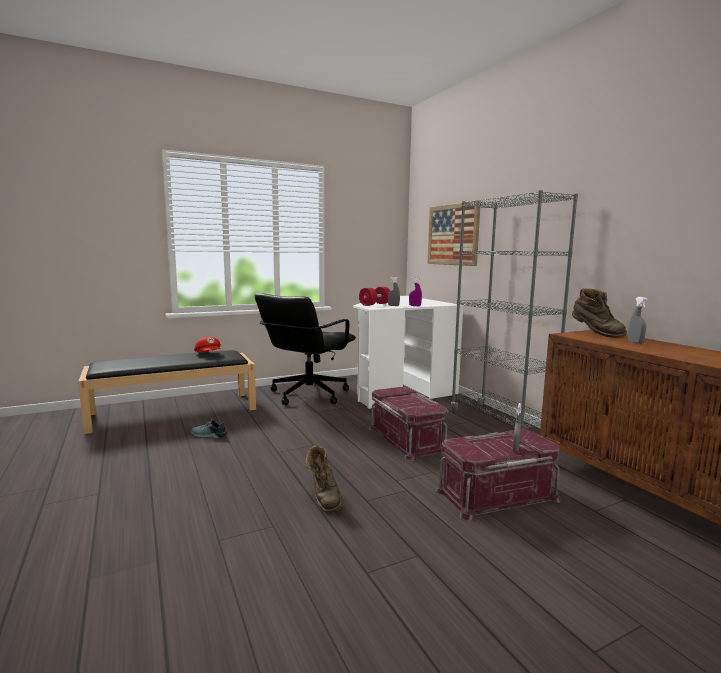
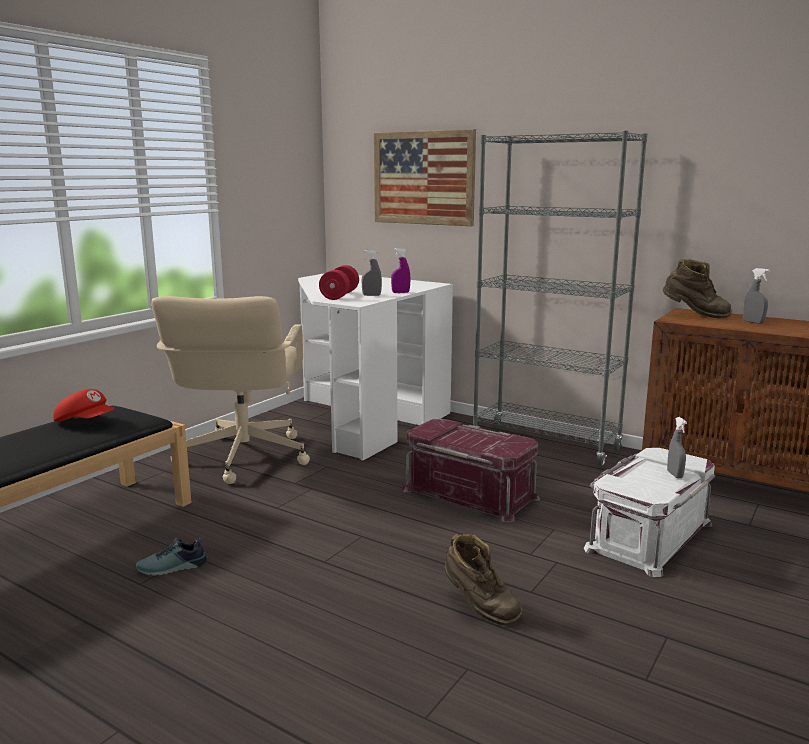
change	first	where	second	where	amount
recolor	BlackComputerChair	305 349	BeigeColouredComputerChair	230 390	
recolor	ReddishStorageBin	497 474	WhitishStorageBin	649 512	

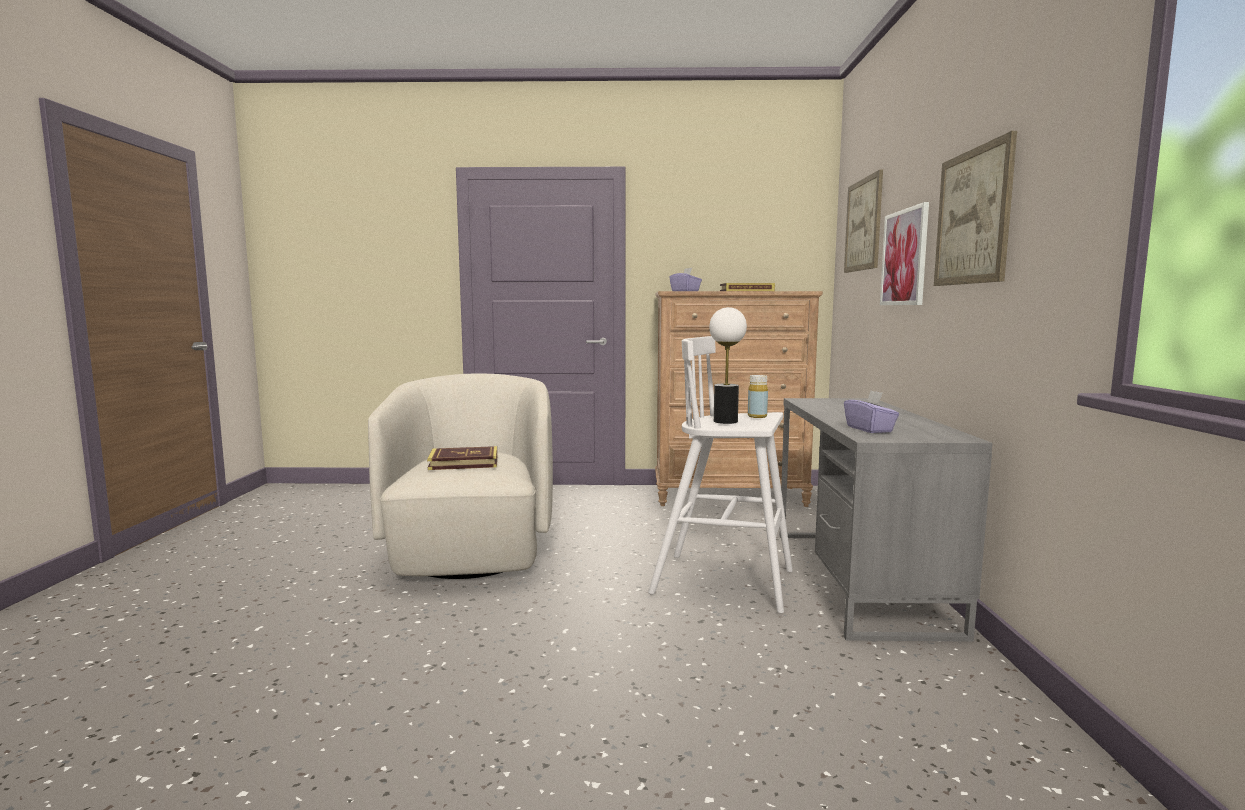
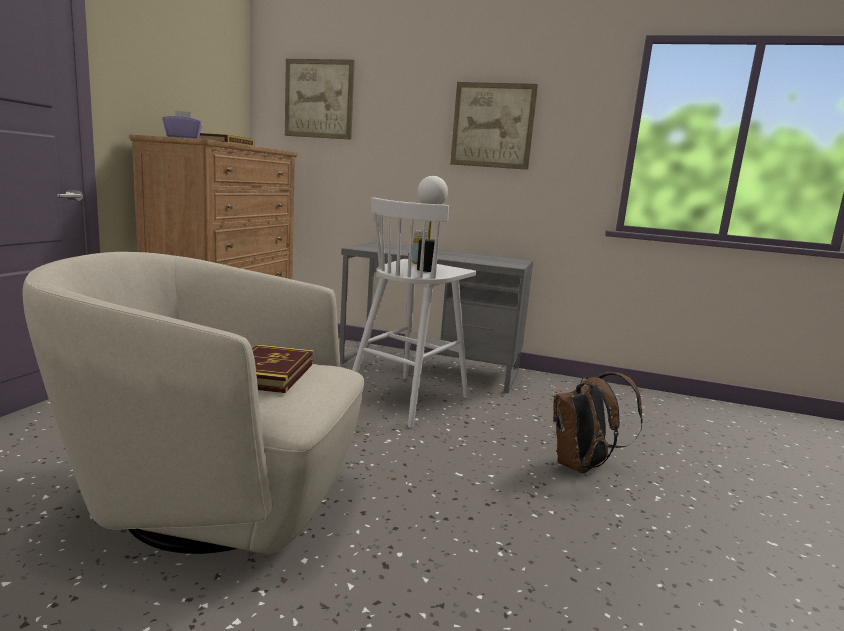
change	first	where	second	where	amount
delete	PurpleColouredBoxOfTissues	871 411			
delete	WallPicture	904 253			
insert			BrownColouredKnapsack	598 422	

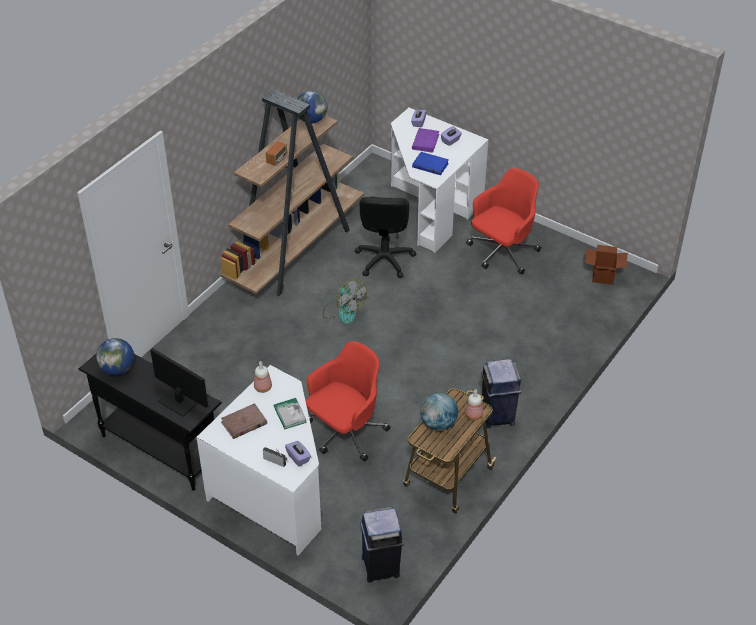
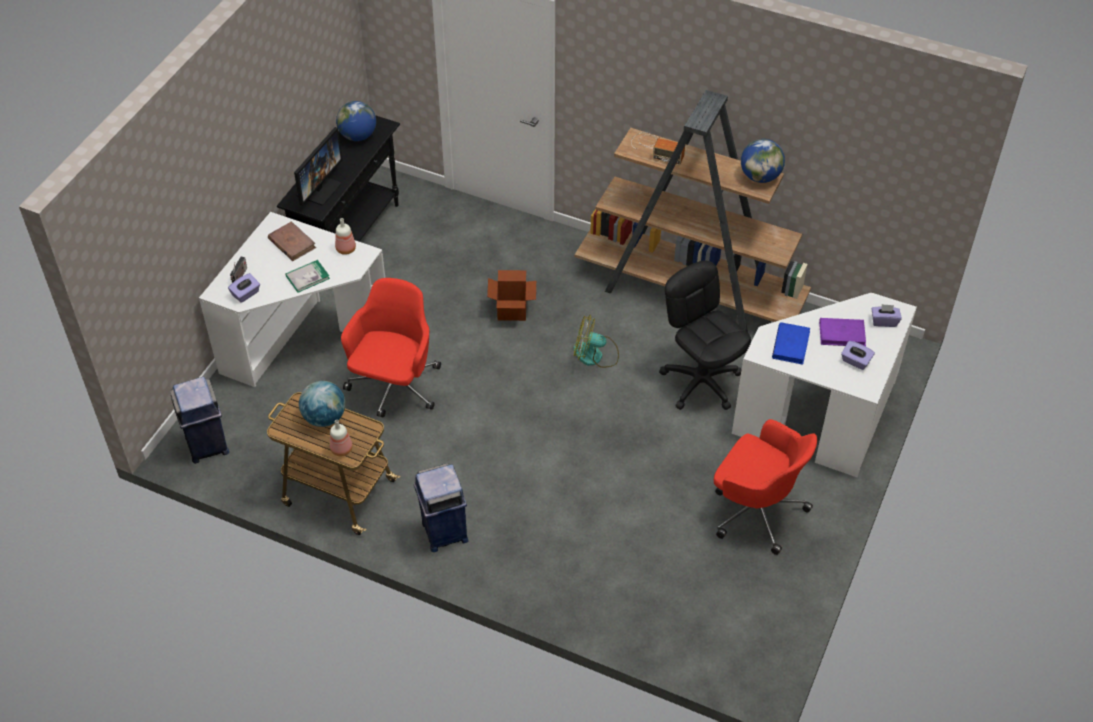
change	first	where	second	where	amount
move	PackingBox	606 265		511 295	
rotate	ReddishComputerChair	348 401		391 348	105 degrees counterclockwise
rotate	Fan	345 301		596 341	60 degrees clockwise
rotate	BlackComputerChair	385 237		705 335	60 degrees clockwise

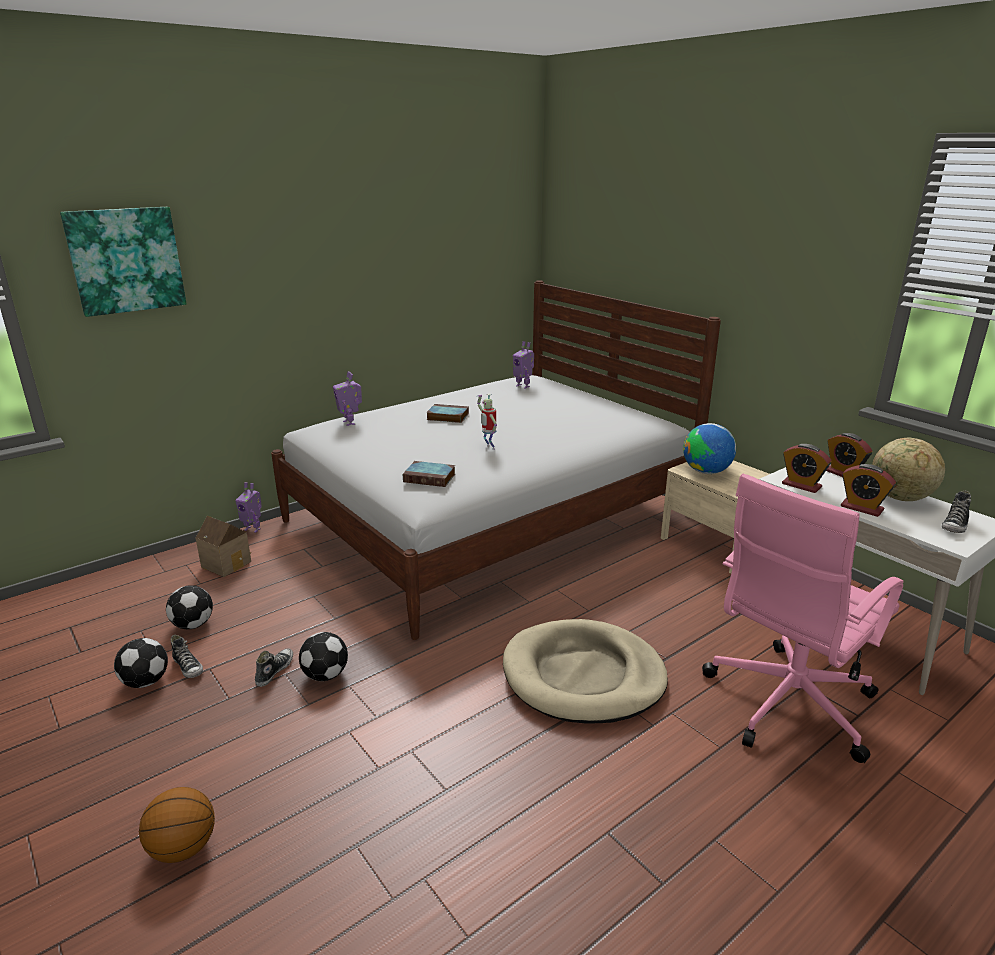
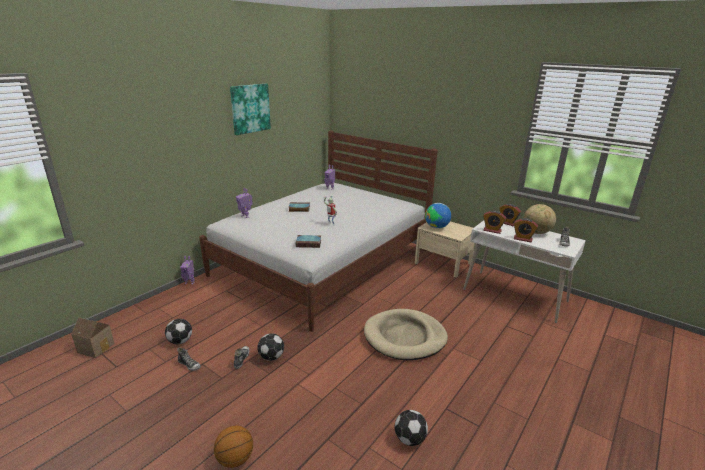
change	first	where	second	where	amount
delete	PinkComputerChair	803 618			
move	WallPicture	123 262		250 109	
move	BallForFootball	141 663		411 428	
move	ToyHouse	223 546		93 338	

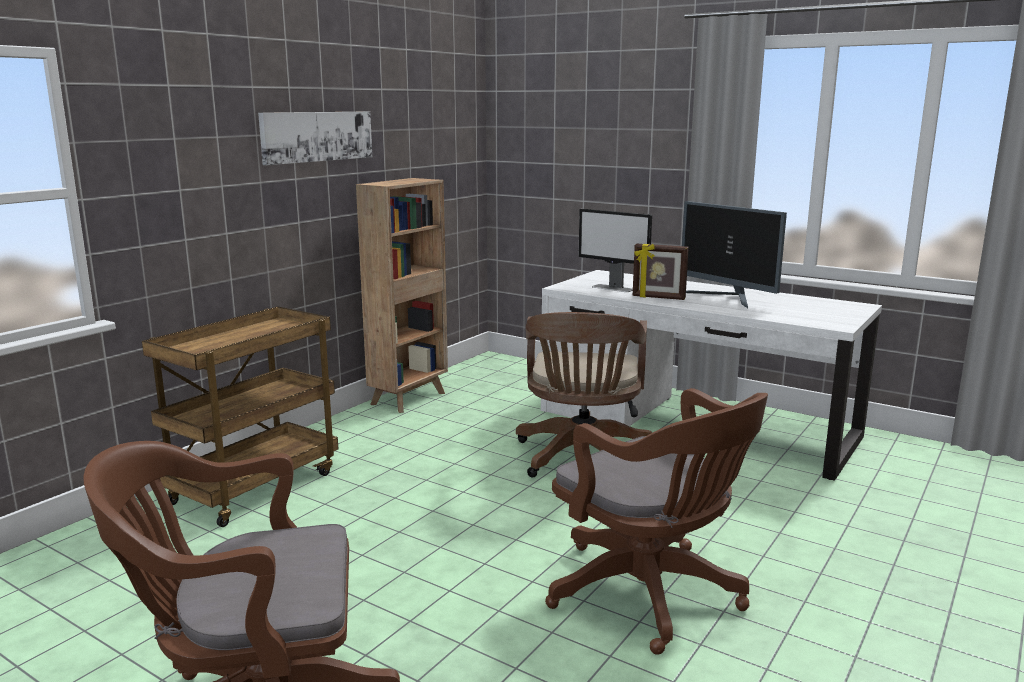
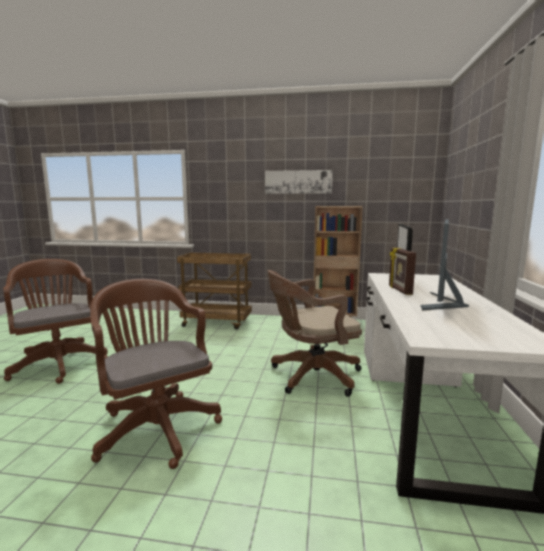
change	first	where	second	where	amount
rotate	BrownColouredComputerChair	656 521		156 374	120 degrees clockwise

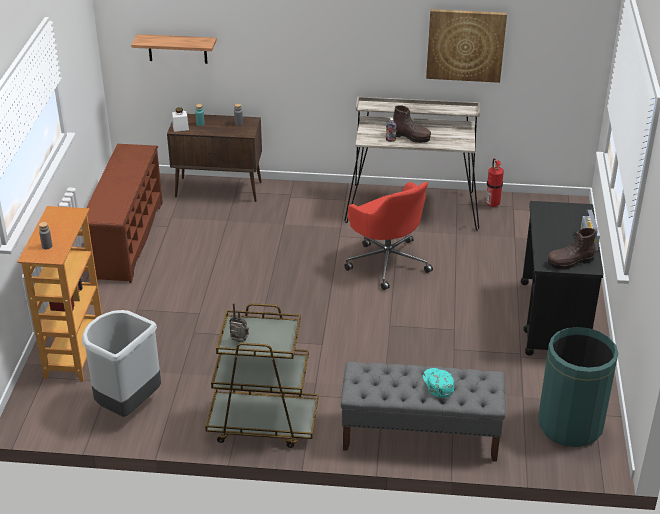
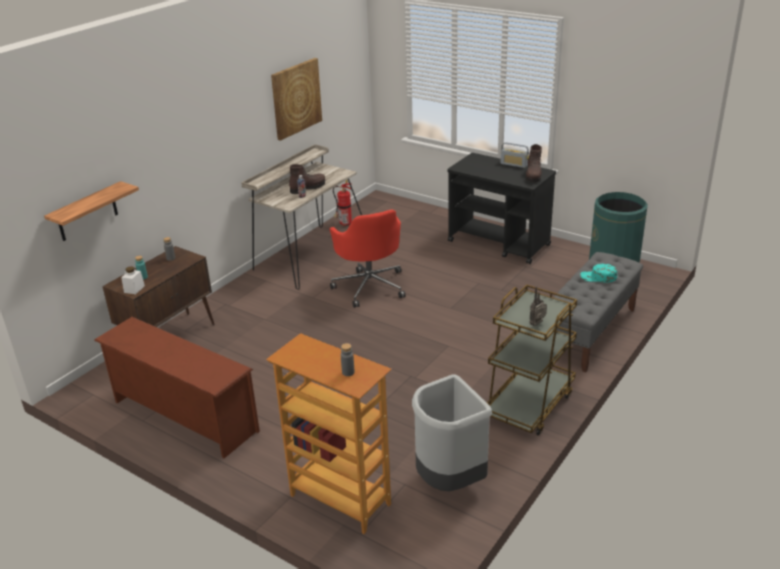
change	first	where	second	where	amount
rotate	ReddishComputerChair	388 236		367 258	75 degrees clockwise

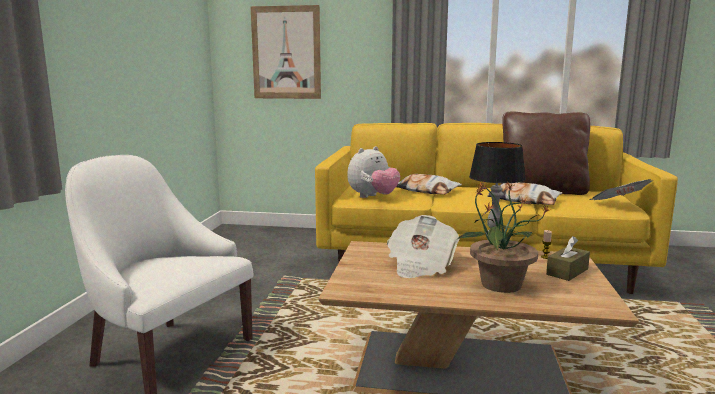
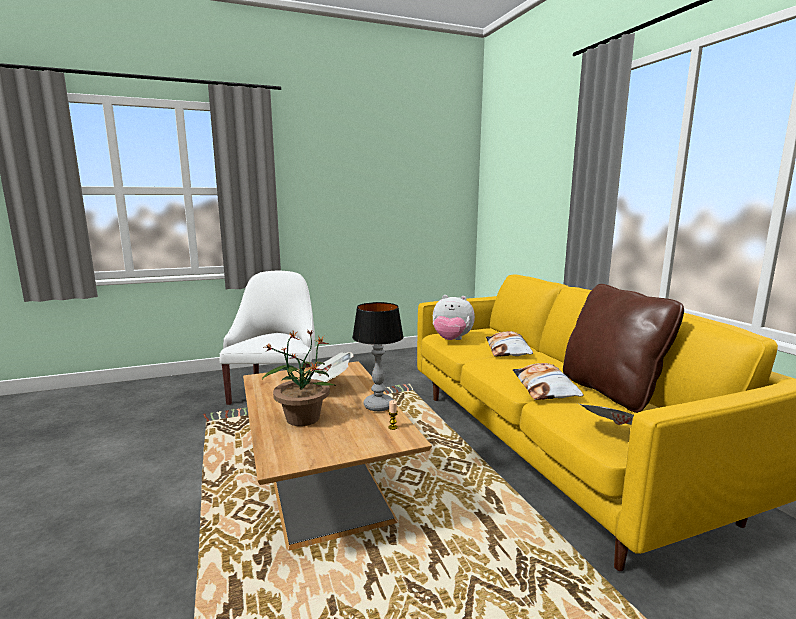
change	first	where	second	where	amount
delete	WallPicture	285 52			
delete	BrownColouredBoxOfTissues	568 258			

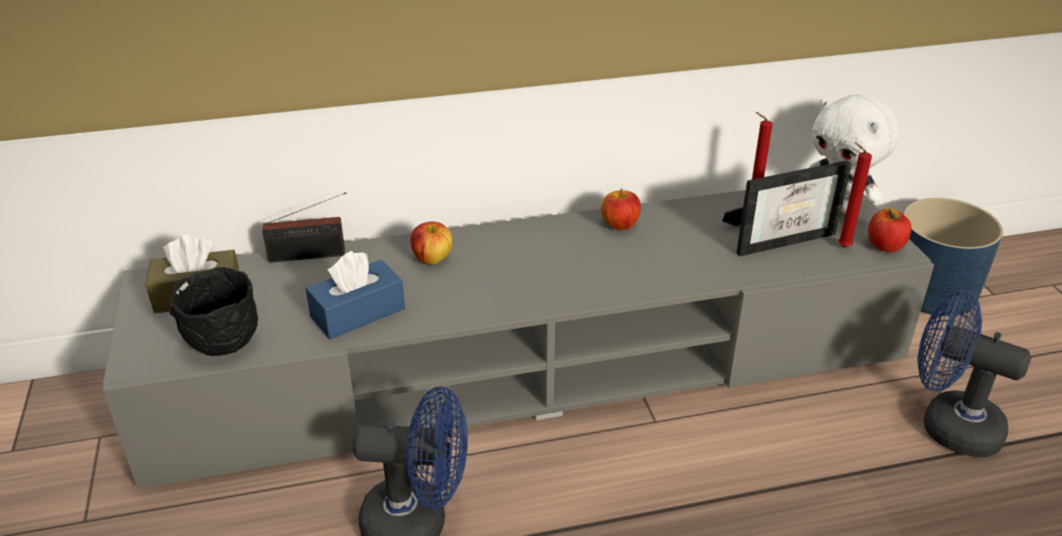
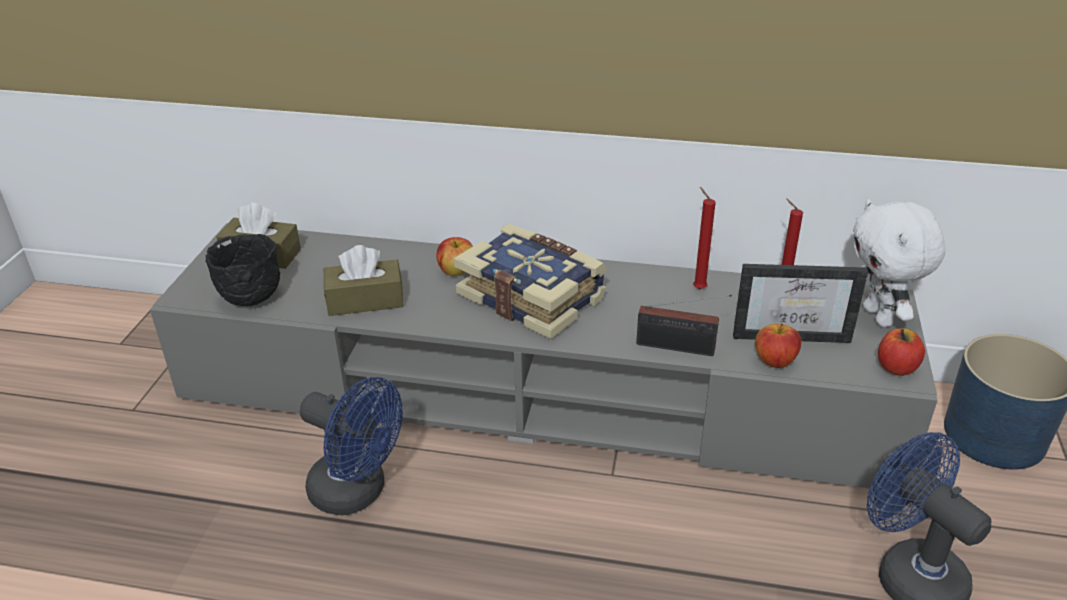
change	first	where	second	where	amount
insert			BoundBook	530 281	
move	RadioSet	304 227		684 325	
move	Apple	621 209		778 345	
move	ReddishWaxLight	855 195		704 238	
recolor	BluishBoxOfTissues	355 295	BrownColouredBoxOfTissues	364 280	

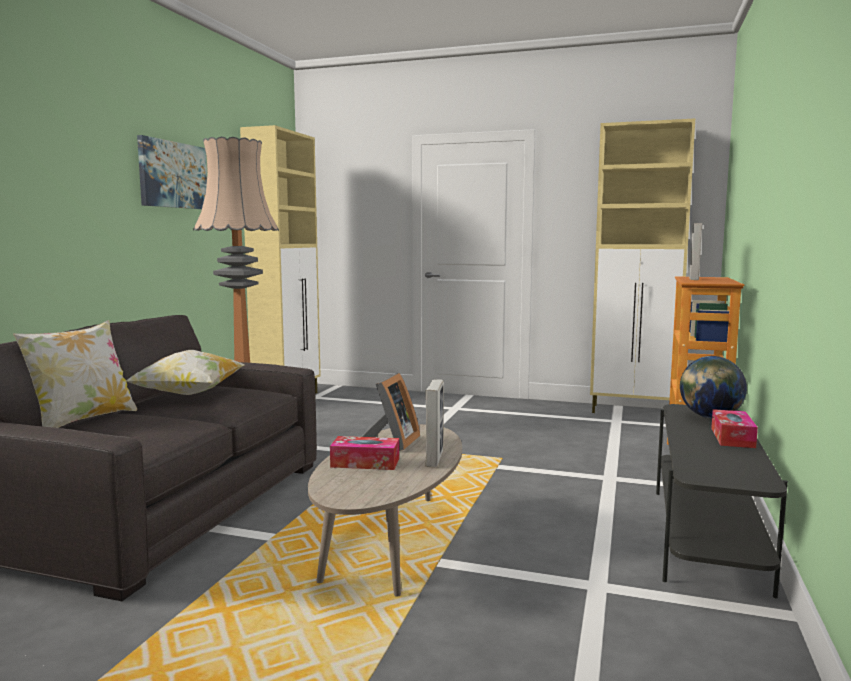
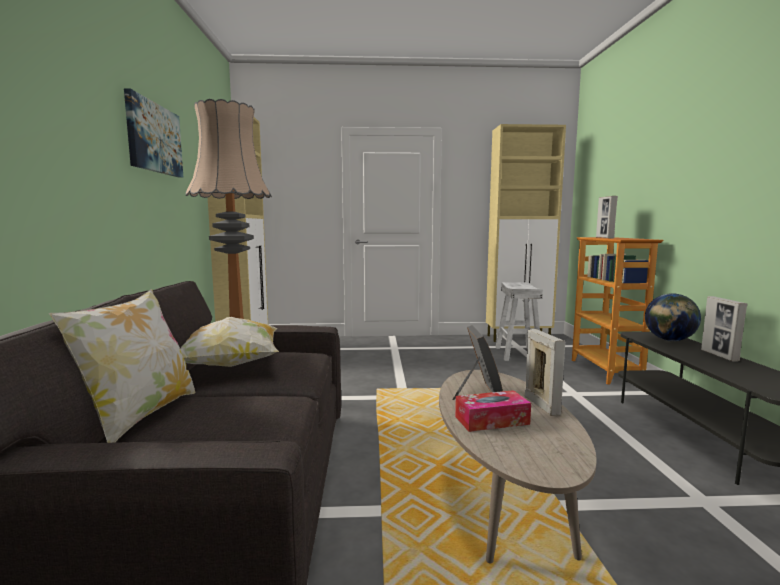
change	first	where	second	where	amount
insert			WhitishStoolSeat	519 321	
replace	BoxOfTissues	734 428	StandingFrame	724 328	

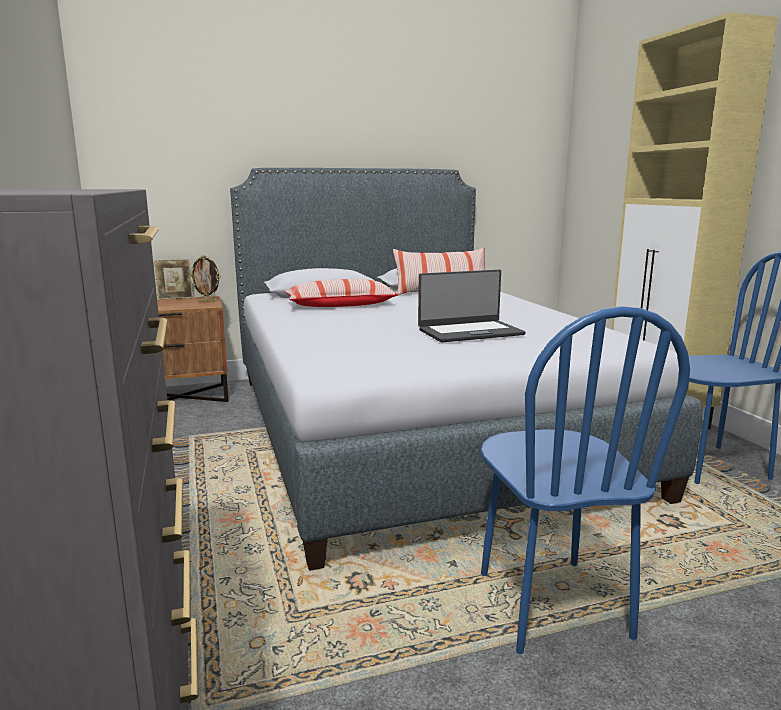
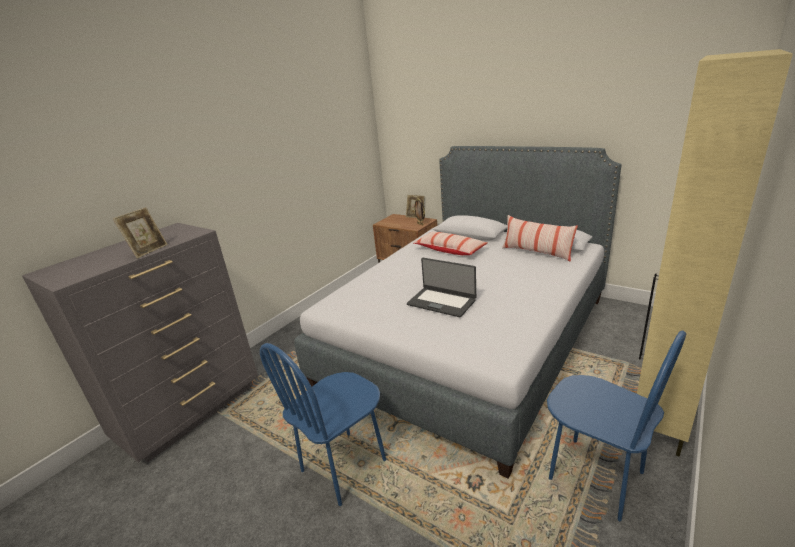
change	first	where	second	where	amount
insert			StandingFrame	140 233	

